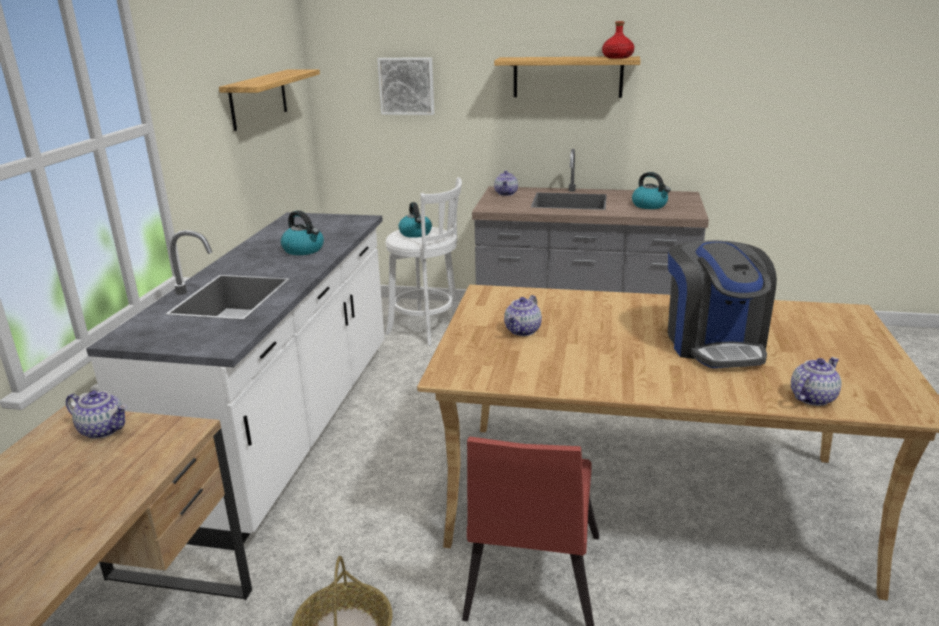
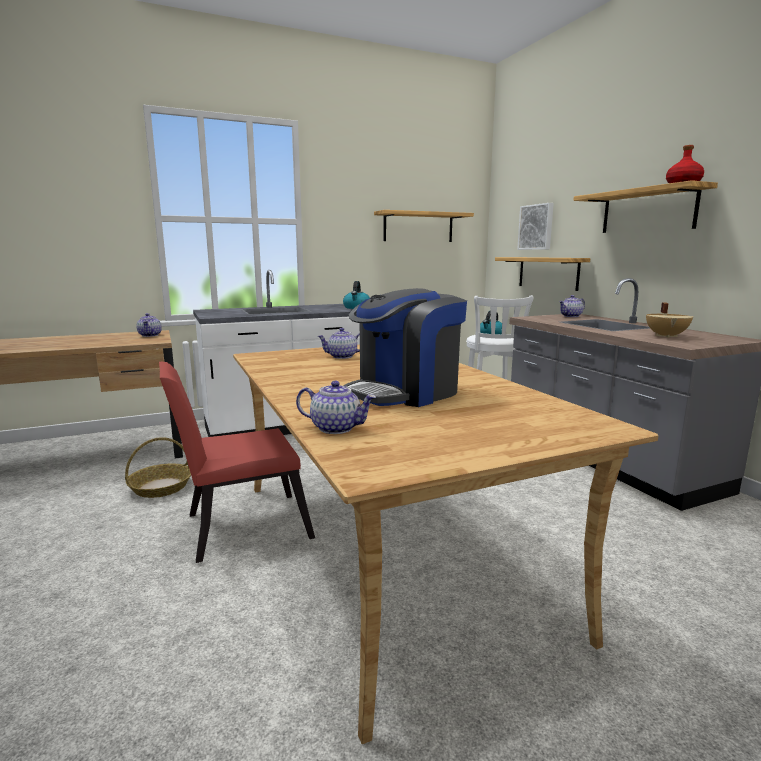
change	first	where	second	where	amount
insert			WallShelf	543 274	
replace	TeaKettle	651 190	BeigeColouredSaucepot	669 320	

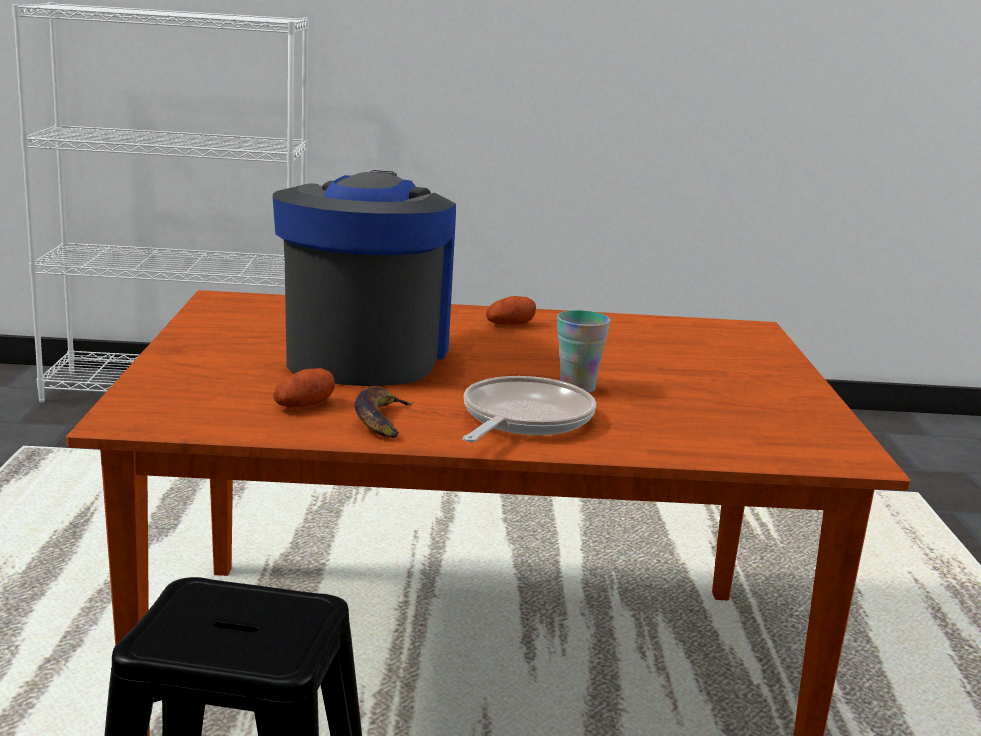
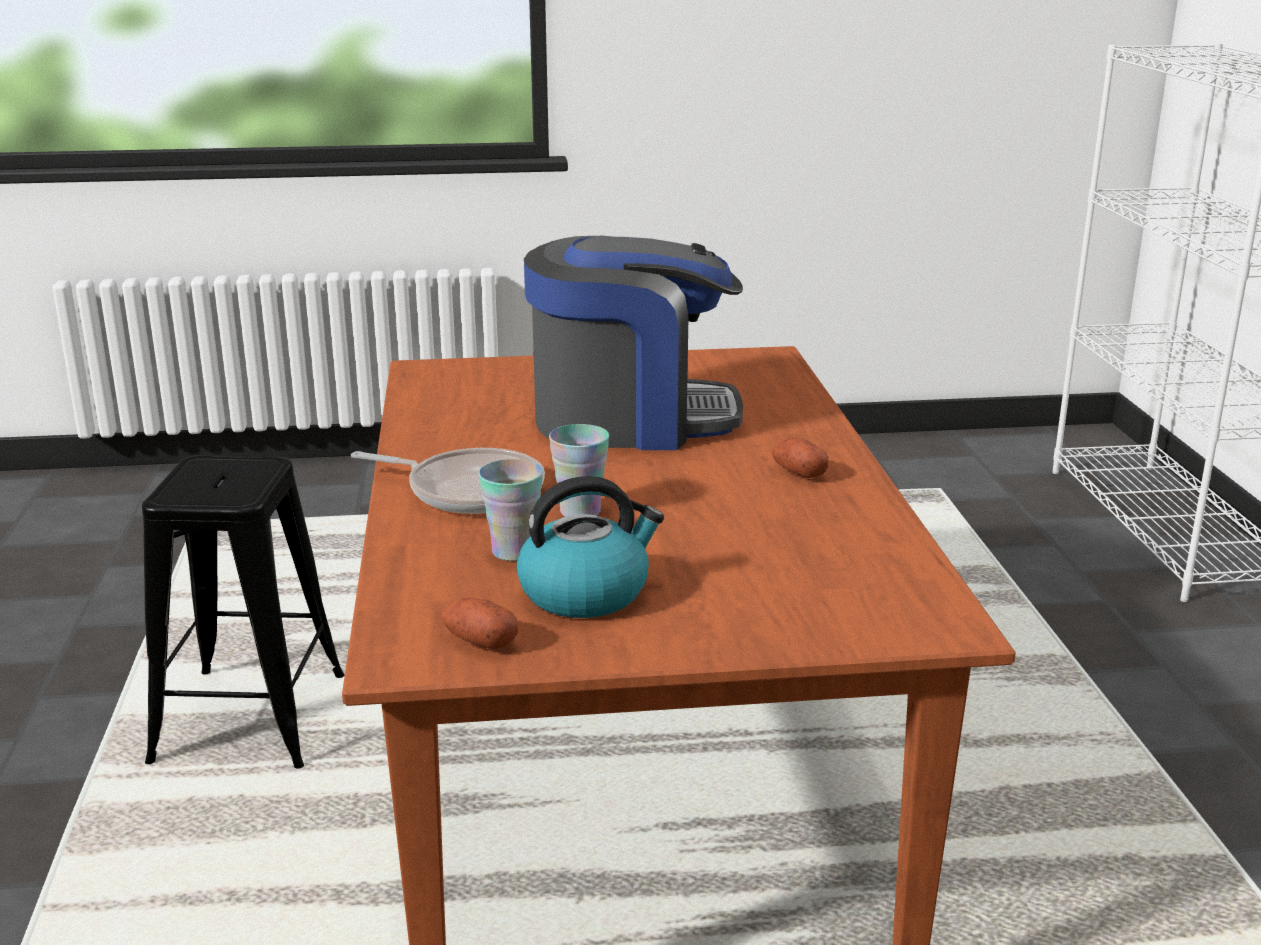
change	first	where	second	where	amount
delete	WholeBanana	384 412			
insert			DrinkingCup	510 510	
insert			TeaKettle	590 547	
move	Spud	304 388		480 623	

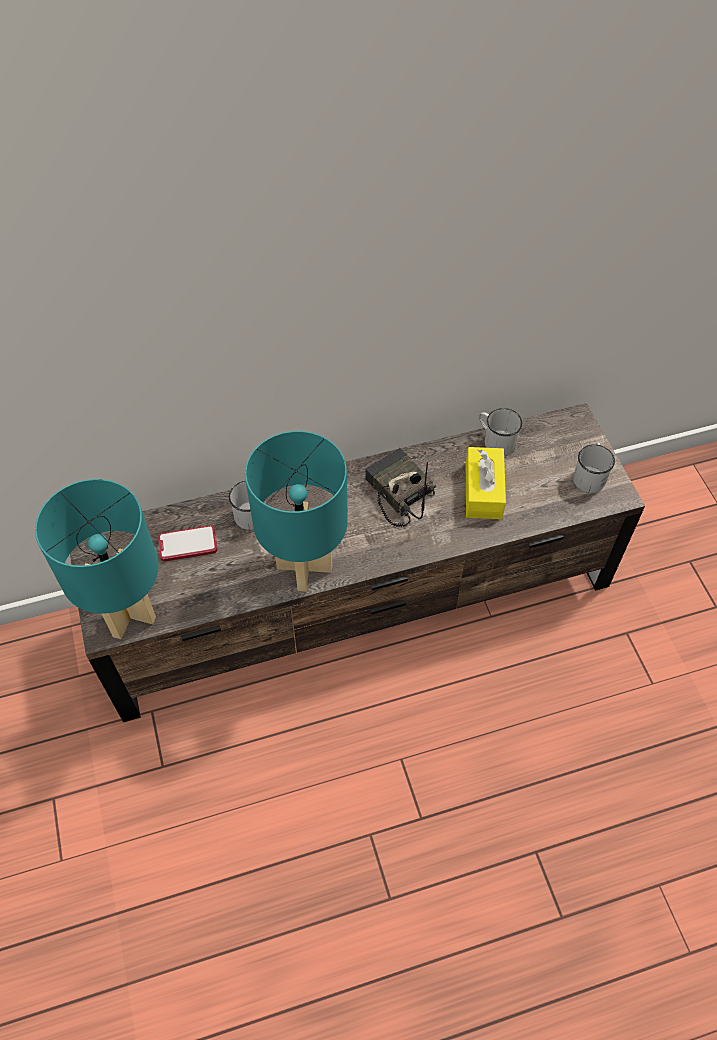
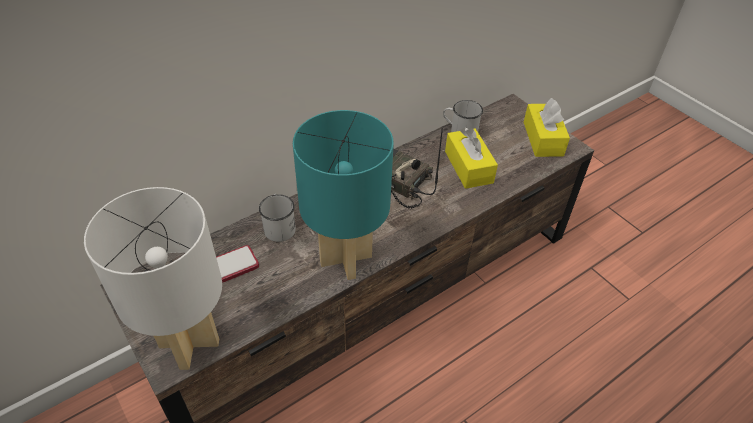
change	first	where	second	where	amount
replace	WhitishTeaMug	594 468	YellowBoxOfTissues	547 127	
recolor	TurquoiseColouredTabletopLamp	97 559	WhitishTabletopLamp	153 278	

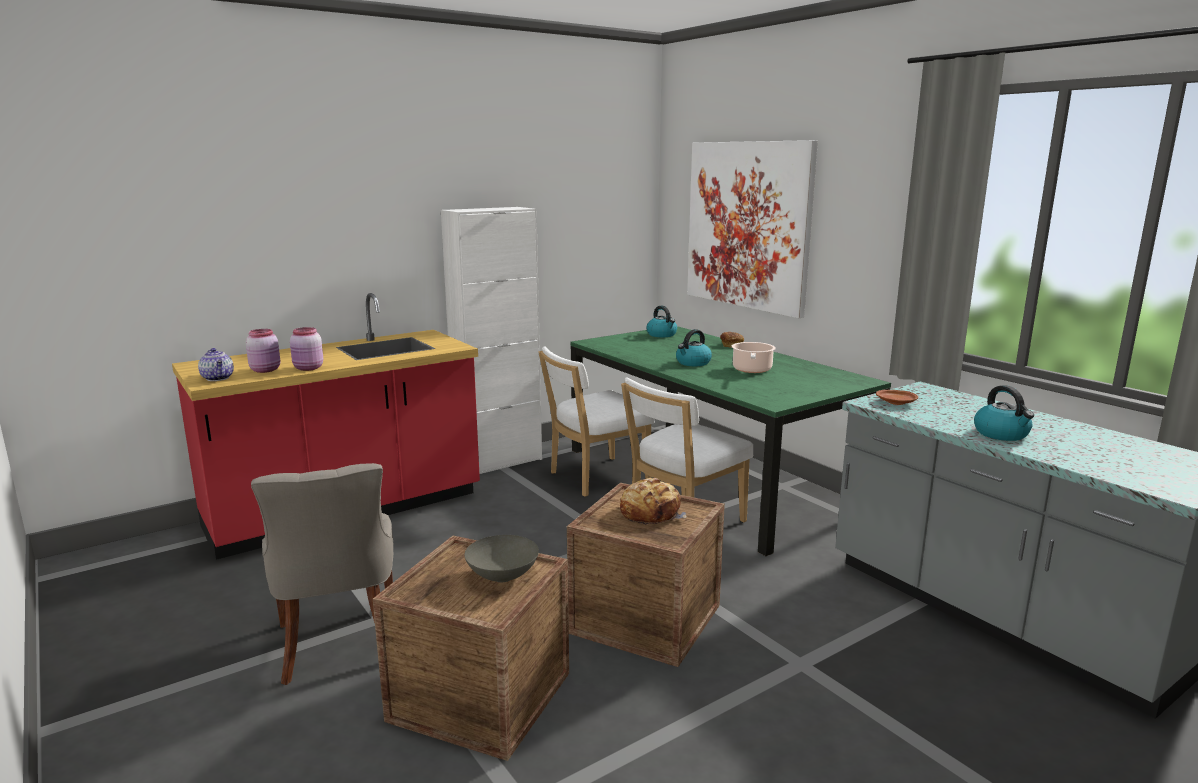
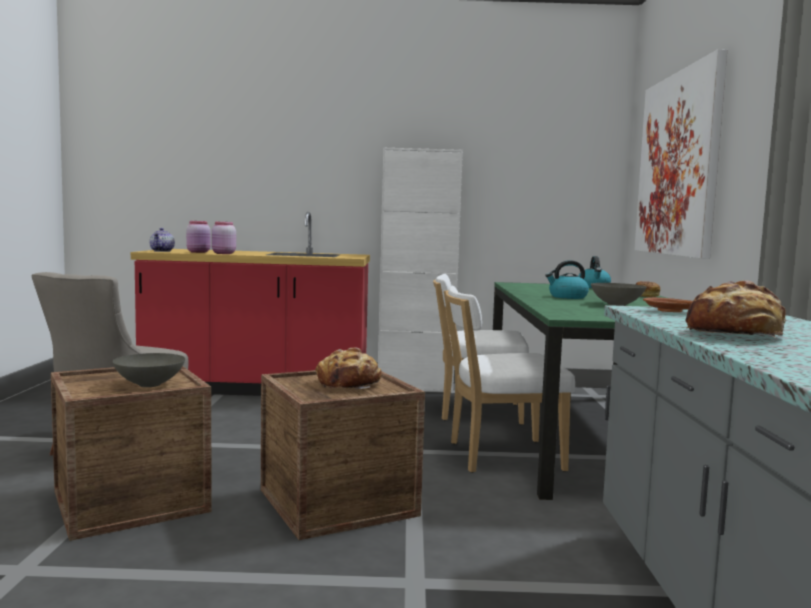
change	first	where	second	where	amount
replace	Saucepot	754 357	GreyBowl	618 294	
replace	TeaKettle	1004 413	BakedBread	735 309	

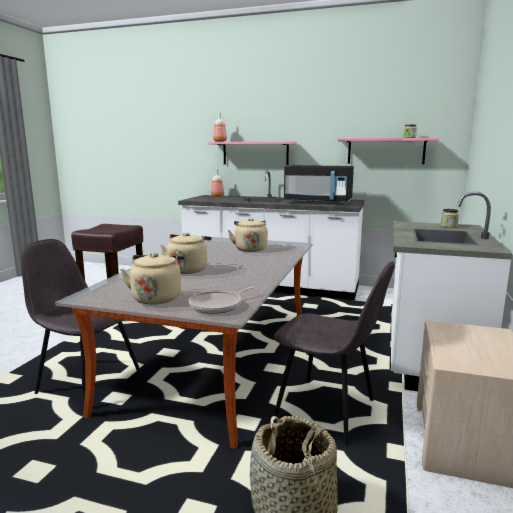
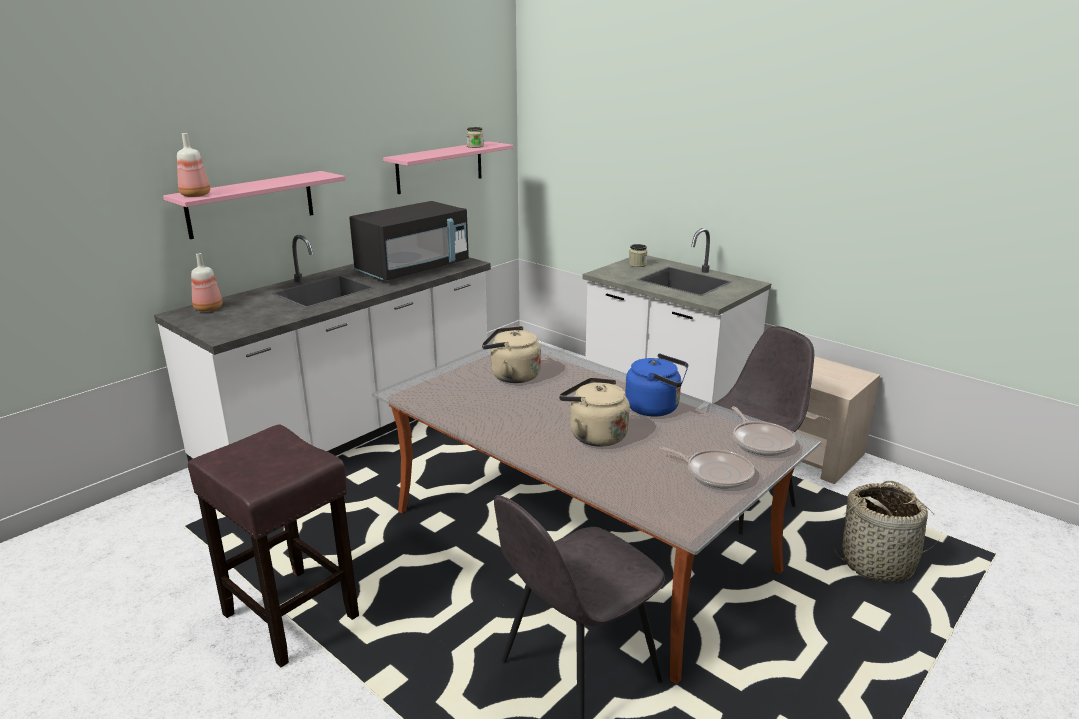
change	first	where	second	where	amount
insert			BluishTeaKettle	656 385	
replace	BeigeColouredTeaKettle	152 279	Pan	706 467	

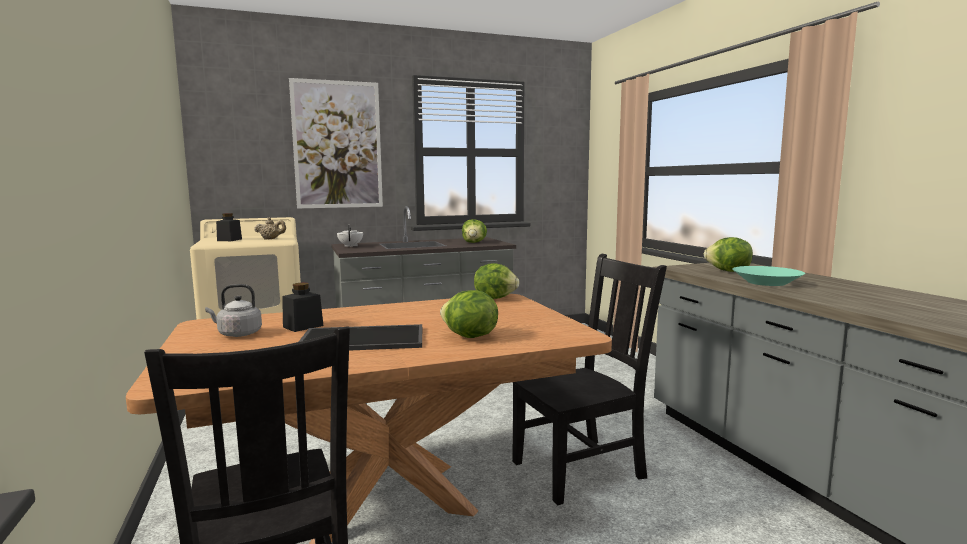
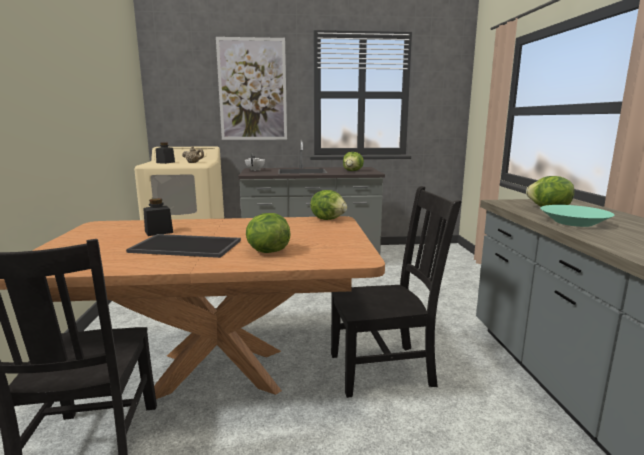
change	first	where	second	where	amount
delete	GreyTeaKettle	233 310			

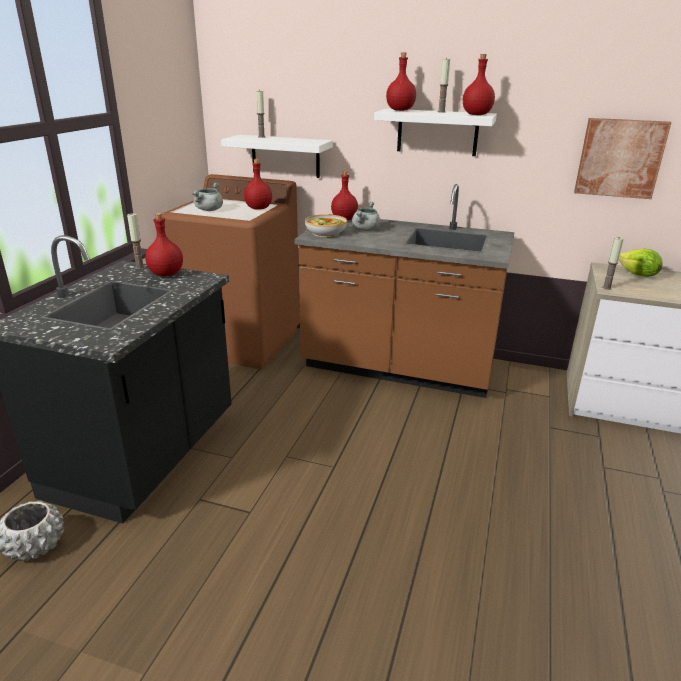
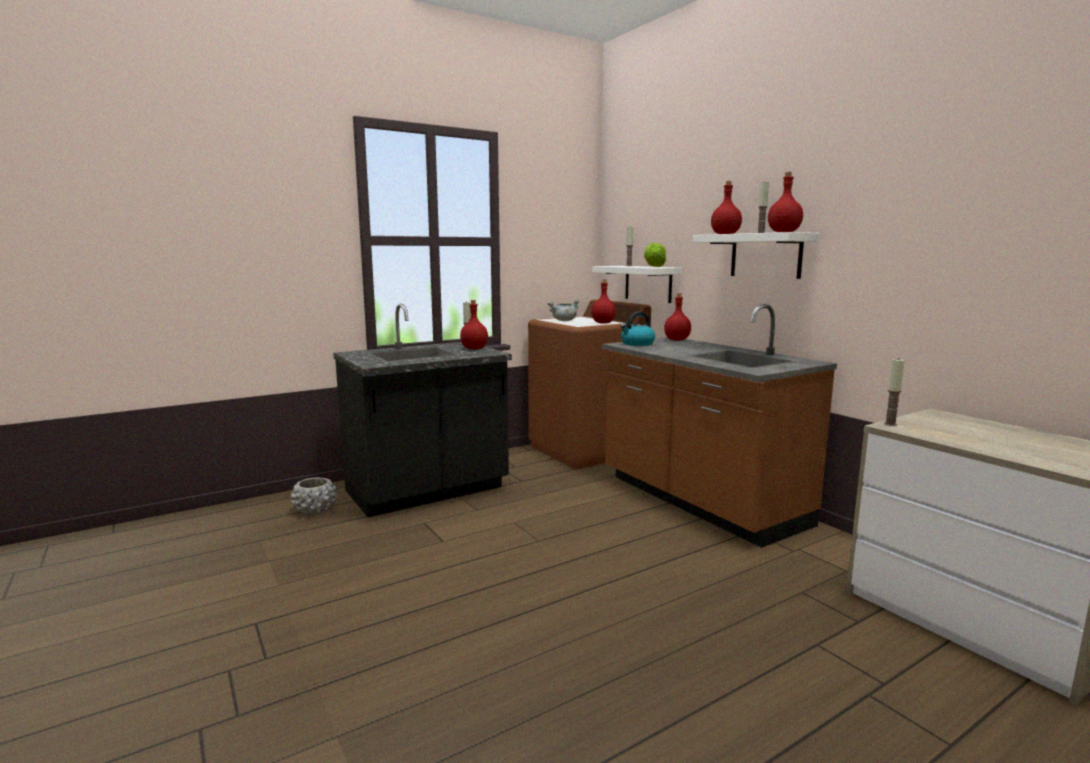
change	first	where	second	where	amount
delete	GreySaucepot	366 216			
delete	WallPicture	622 158			
move	HeadOfLettuce	641 262		655 255	
replace	Bowl	326 225	TeaKettle	638 329	

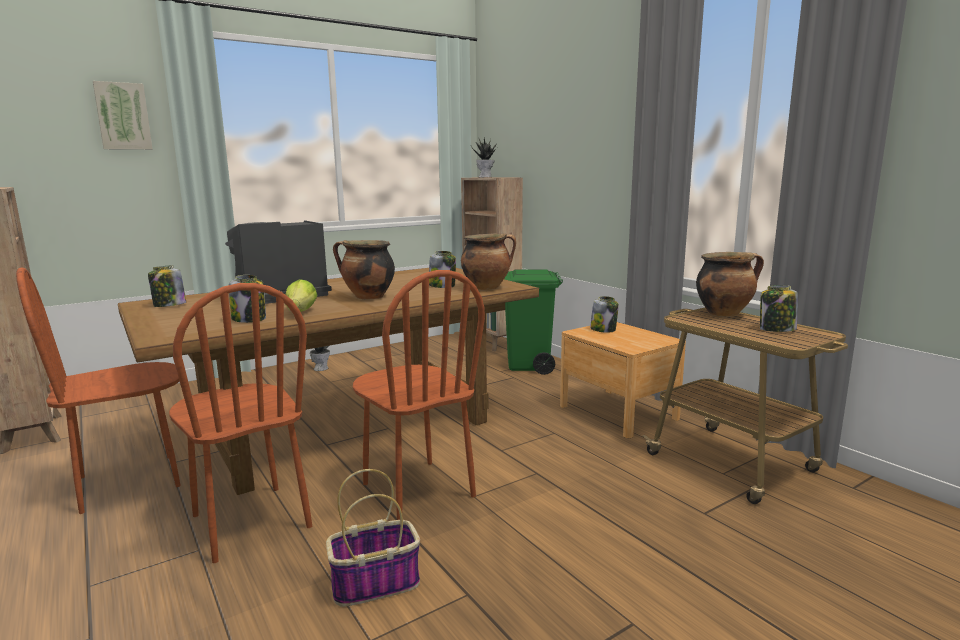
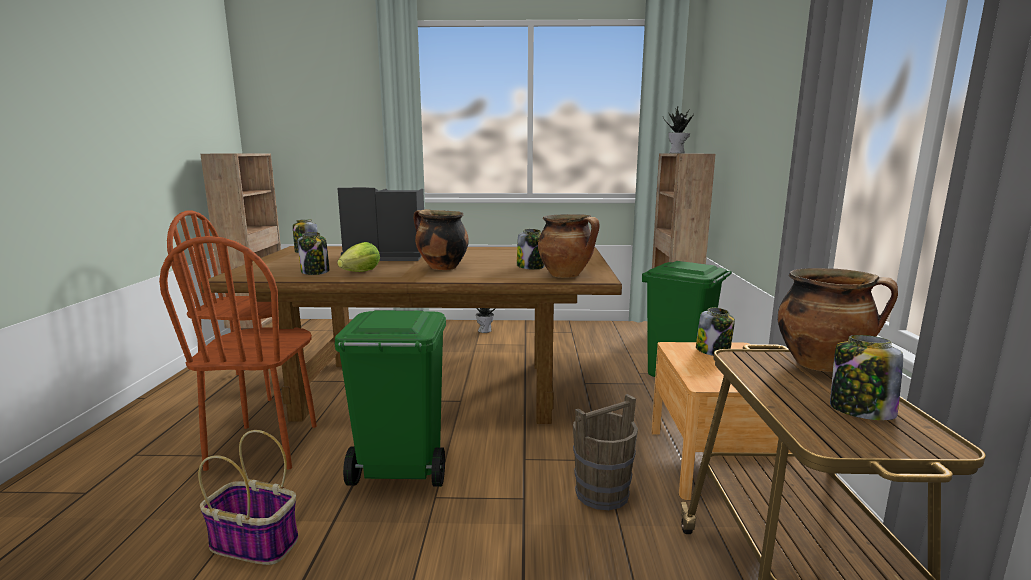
change	first	where	second	where	amount
delete	WallPicture	123 115			
insert			BrownColouredPail	605 452	
replace	BrownColouredPlainChair	419 395	GreenTrashCan	390 398	

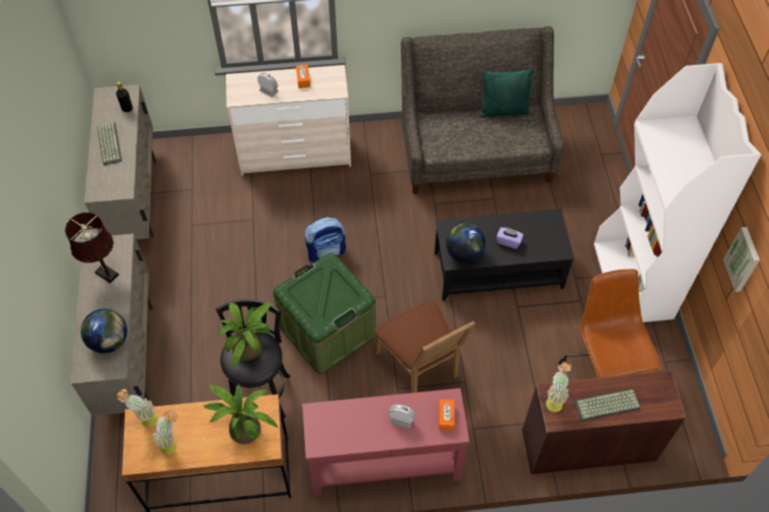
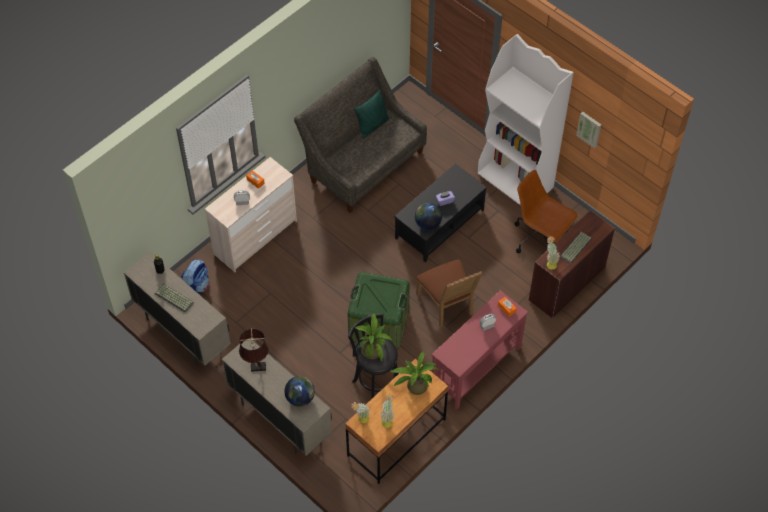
change	first	where	second	where	amount
move	Knapsack	325 240		195 277	
rotate	BrownColouredPlainChair	425 346		449 294	45 degrees clockwise

